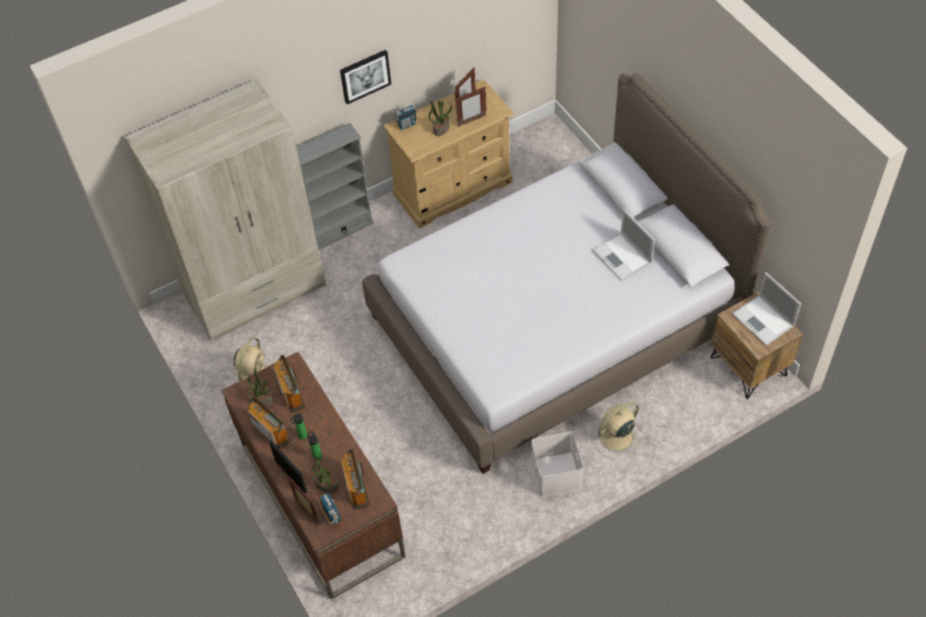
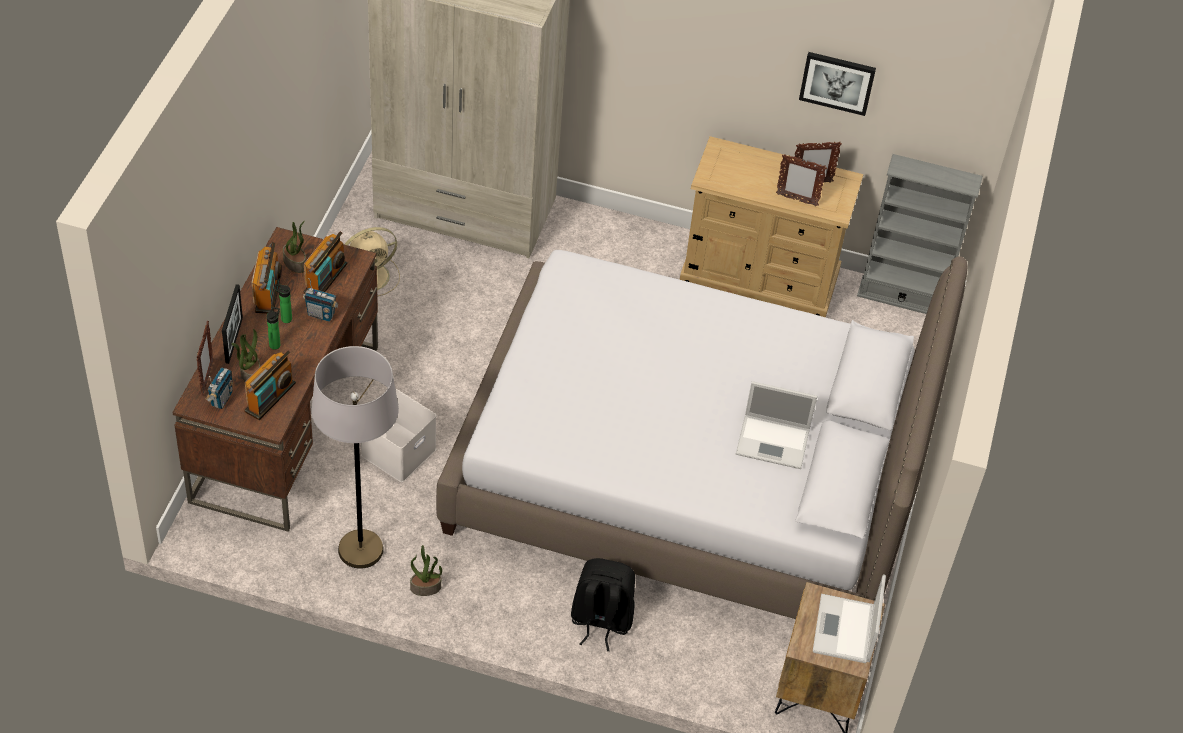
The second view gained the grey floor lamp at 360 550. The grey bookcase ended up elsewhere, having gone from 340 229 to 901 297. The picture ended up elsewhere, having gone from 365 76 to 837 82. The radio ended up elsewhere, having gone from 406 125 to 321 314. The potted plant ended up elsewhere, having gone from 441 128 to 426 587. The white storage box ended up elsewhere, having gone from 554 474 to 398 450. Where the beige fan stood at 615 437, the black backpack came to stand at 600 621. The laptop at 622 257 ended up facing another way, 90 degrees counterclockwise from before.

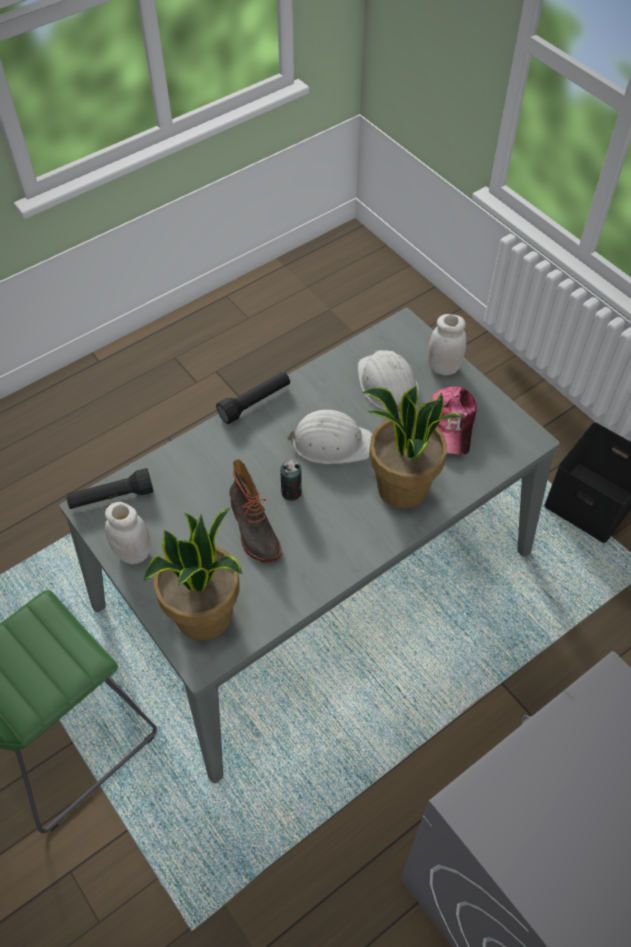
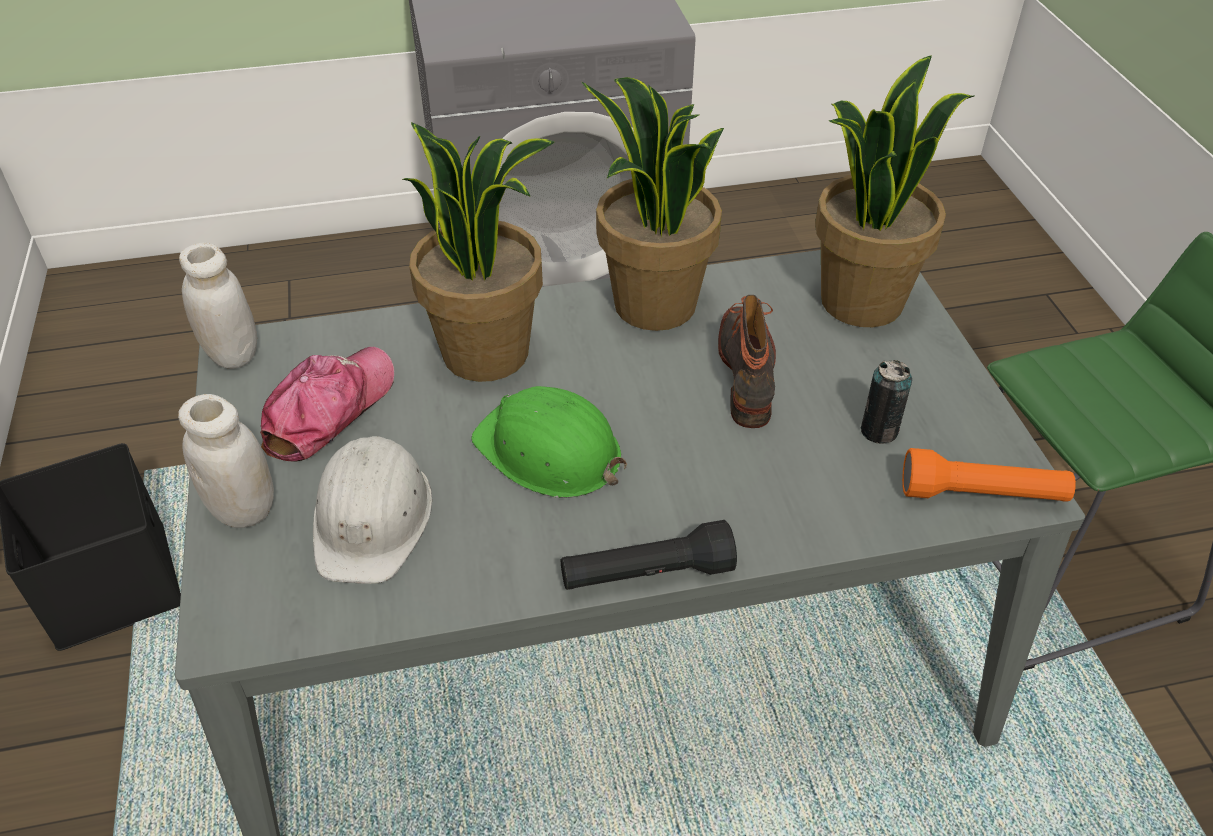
The second view gained the potted plant at 653 305. The white jar ended up elsewhere, having gone from 133 552 to 232 354. The can ended up elsewhere, having gone from 291 492 to 879 431. What was the black flashlight at 111 497 turned into the orange flashlight at 982 495. What was the white hard hat at 331 442 turned into the green hard hat at 549 452.

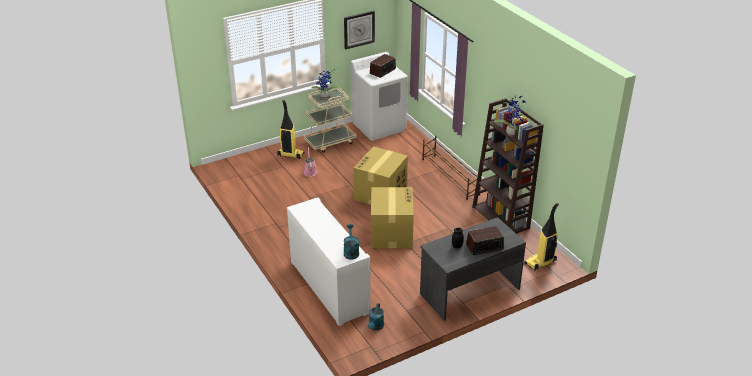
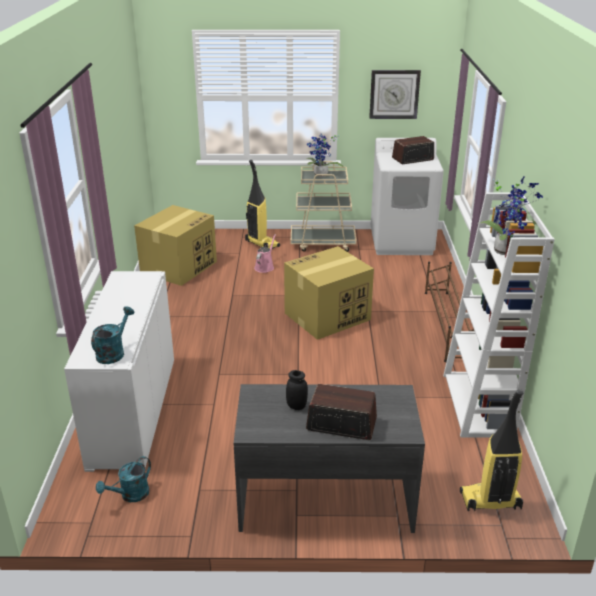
The cardboard box ended up elsewhere, having gone from 391 233 to 179 266. What was the brown bookcase at 501 218 turned into the white bookcase at 478 405.

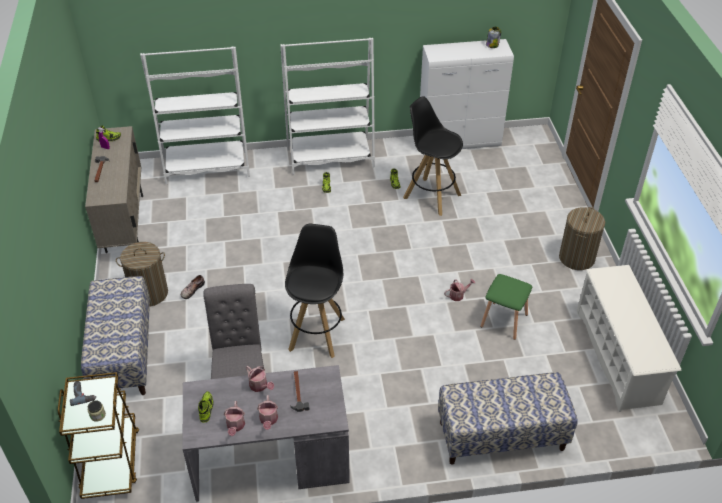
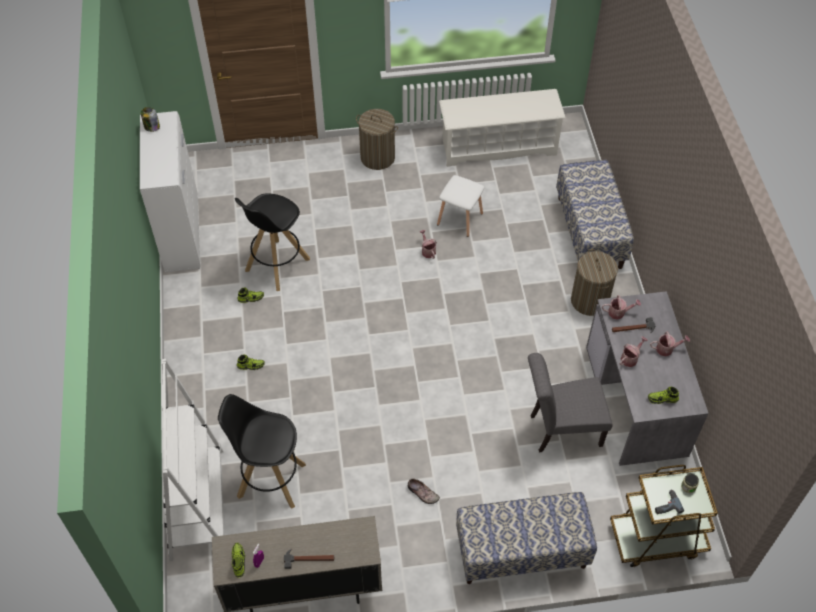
The second view lost the white bookcase at 330 158. The laundry basket ended up elsewhere, having gone from 149 293 to 589 300. The watering can ended up elsewhere, having gone from 235 426 to 619 312. The black stool ended up elsewhere, having gone from 317 333 to 270 480. What was the green stool at 504 321 turned into the white stool at 460 219.

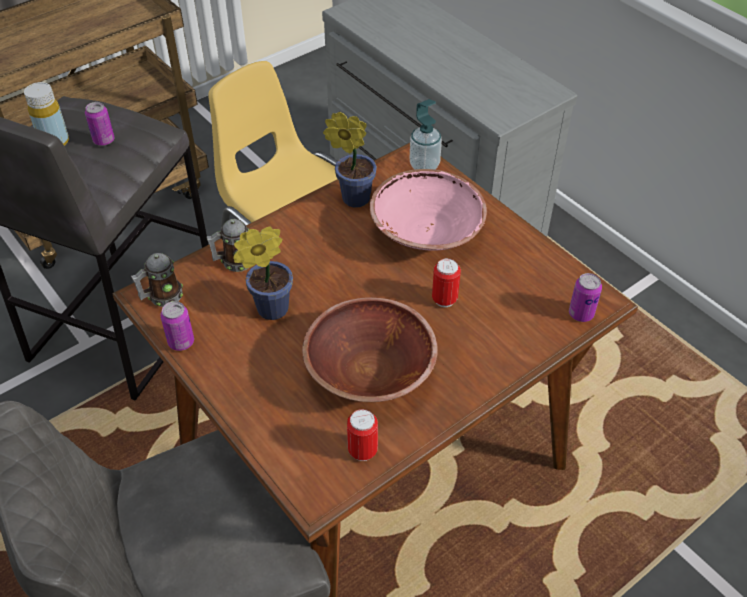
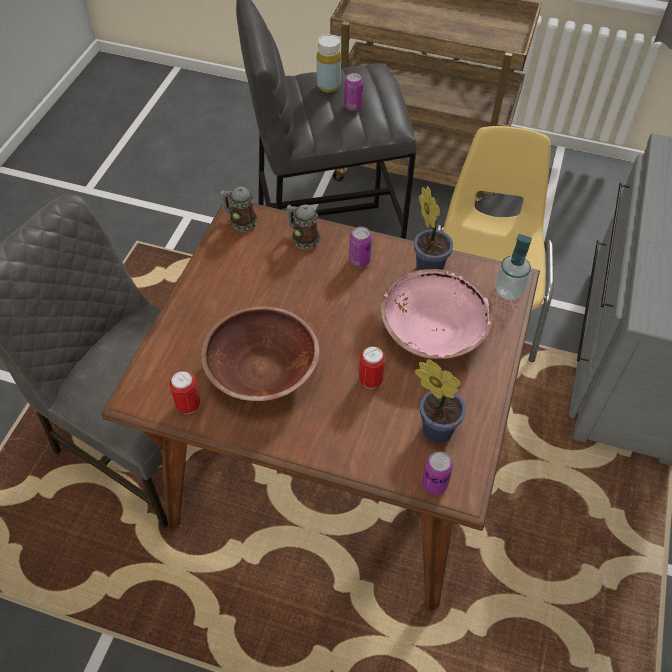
The can ended up elsewhere, having gone from 181 342 to 359 261. The potted plant ended up elsewhere, having gone from 268 310 to 433 428.

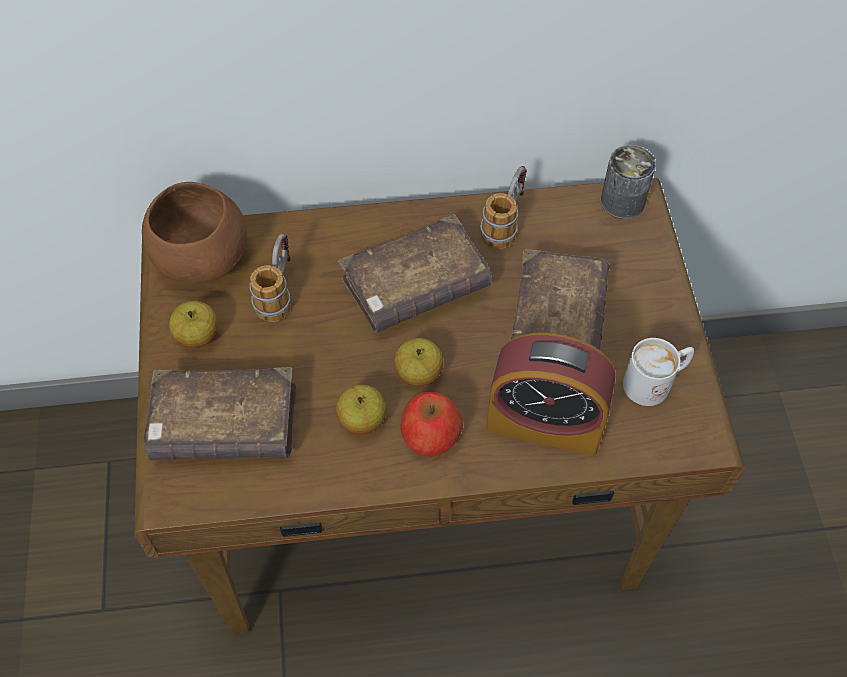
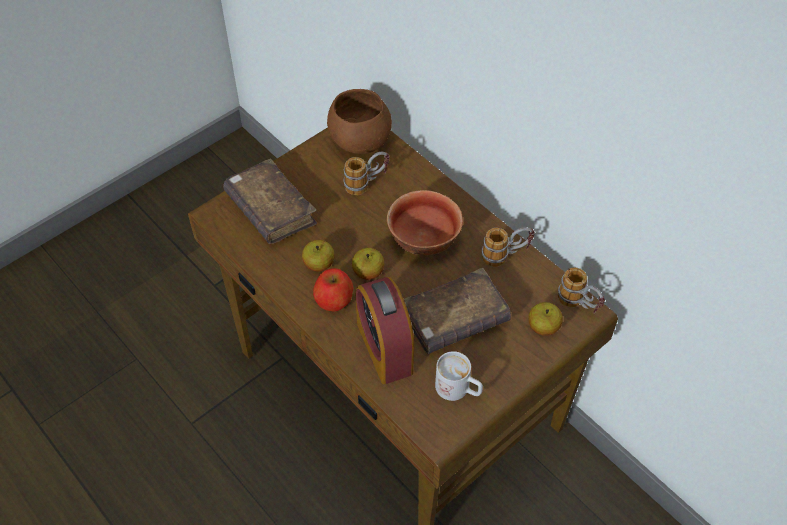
The apple ended up elsewhere, having gone from 197 336 to 543 327. Where the brown book stood at 415 286, the bowl came to stand at 424 239. Where the can stood at 622 201, the mug came to stand at 579 305.

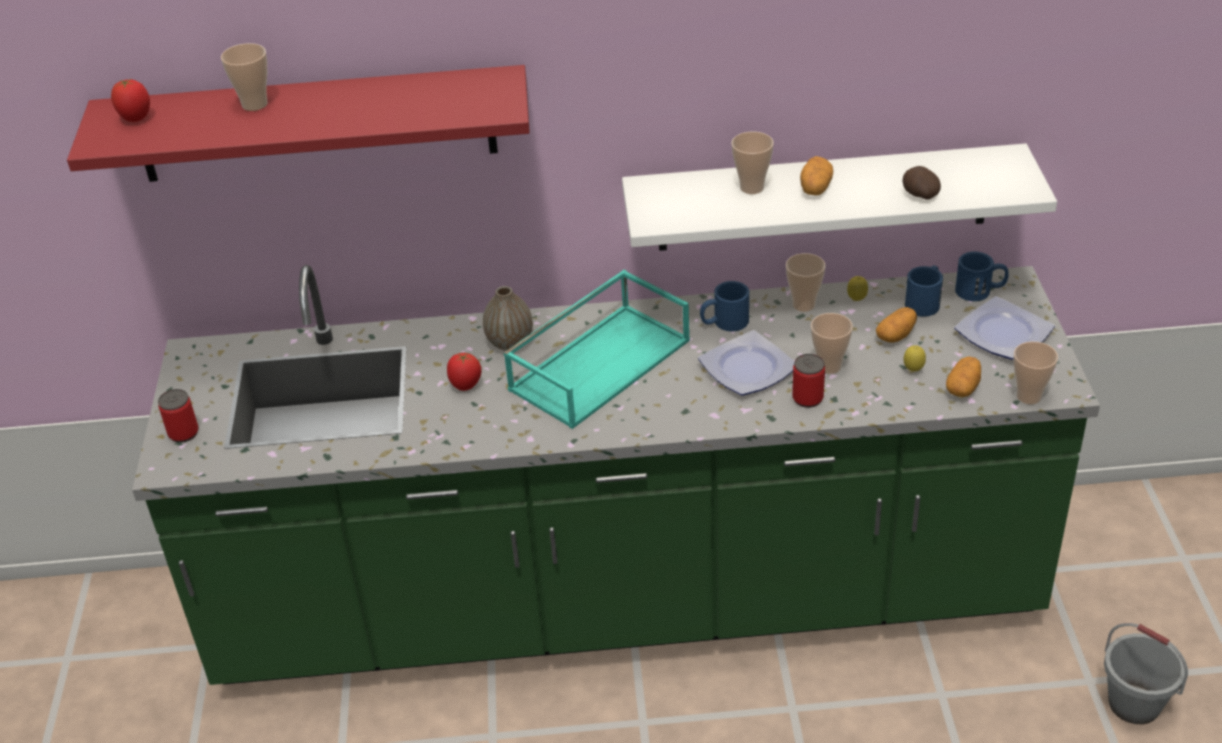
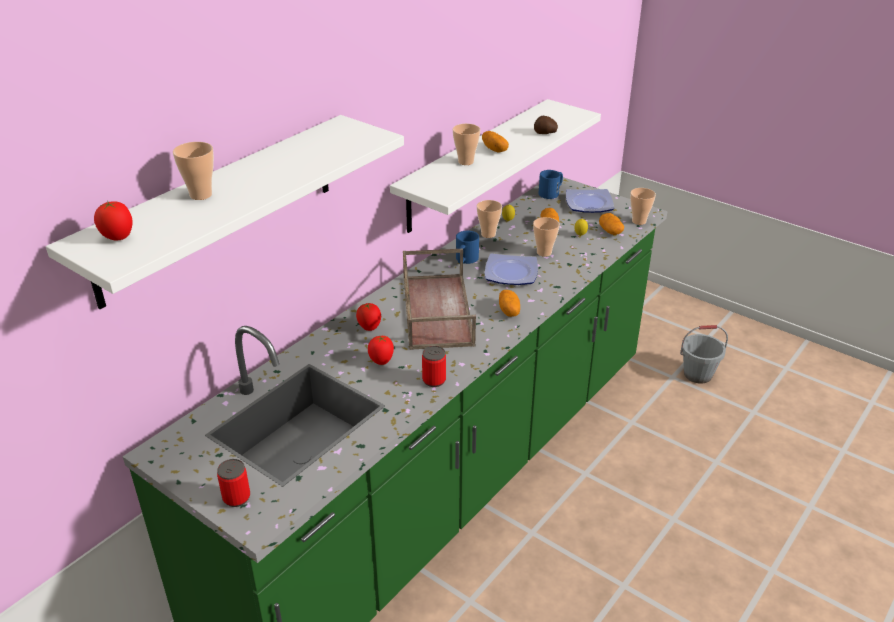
The second view lost the blue mug at 925 301. The second view gained the potato at 509 311. The can ended up elsewhere, having gone from 807 398 to 434 380. Where the vase stood at 510 343, the tomato came to stand at 369 328. What was the red shelf at 316 124 turned into the white shelf at 218 208. What was the turquoise tray at 600 363 turned into the brown tray at 435 310.

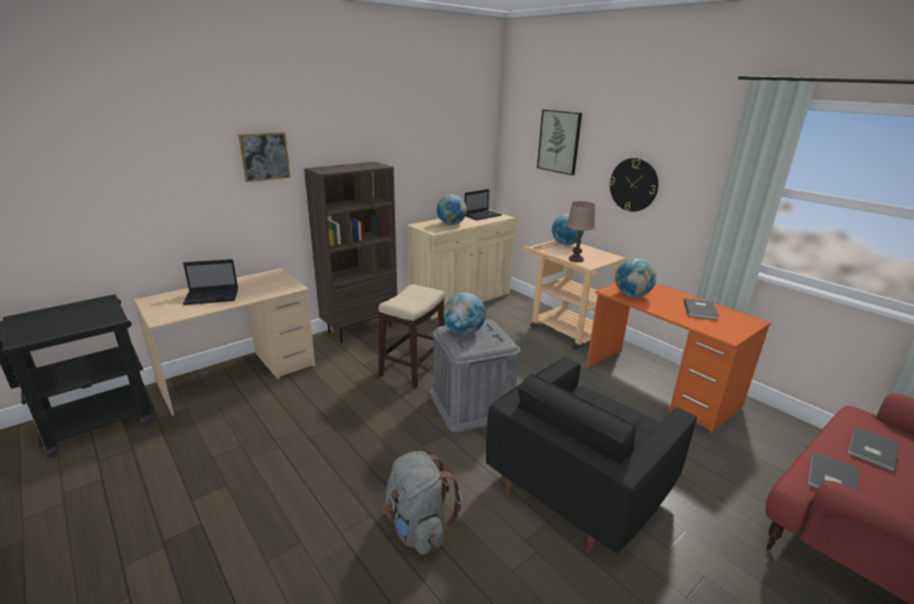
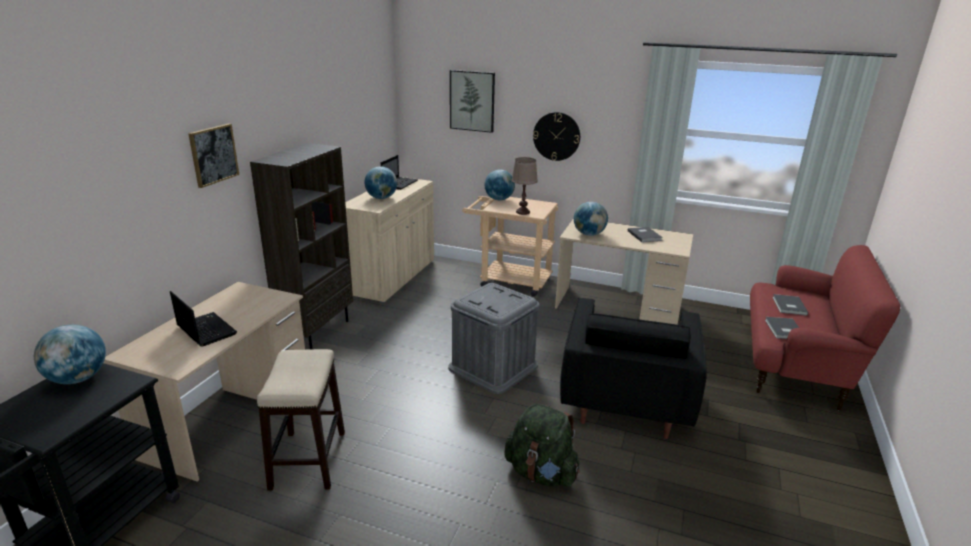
The stool ended up elsewhere, having gone from 413 367 to 308 460. The globe ended up elsewhere, having gone from 463 332 to 78 379. What was the grey backpack at 417 528 turned into the green backpack at 541 473. What was the orange desk at 659 386 turned into the beige desk at 618 308. The laptop at 213 297 ended up facing another way, 90 degrees counterclockwise from before.

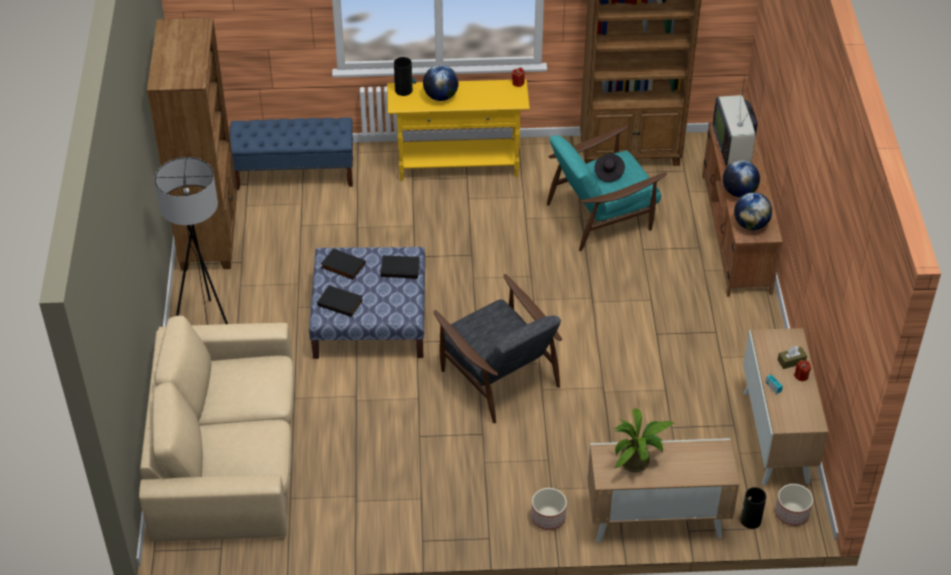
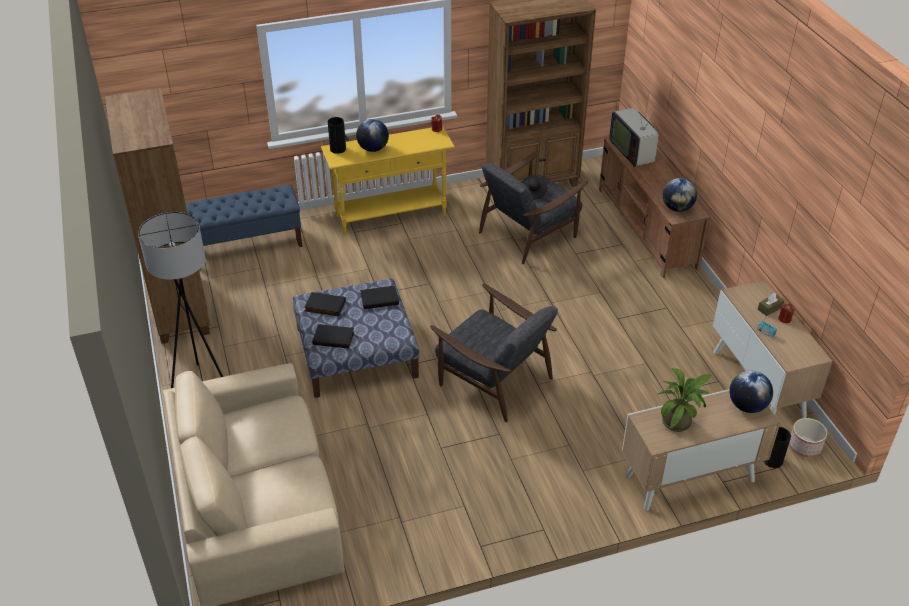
The second view lost the planter at 548 517. The globe ended up elsewhere, having gone from 739 192 to 747 406. What was the turquoise armchair at 601 214 turned into the grey armchair at 529 233.

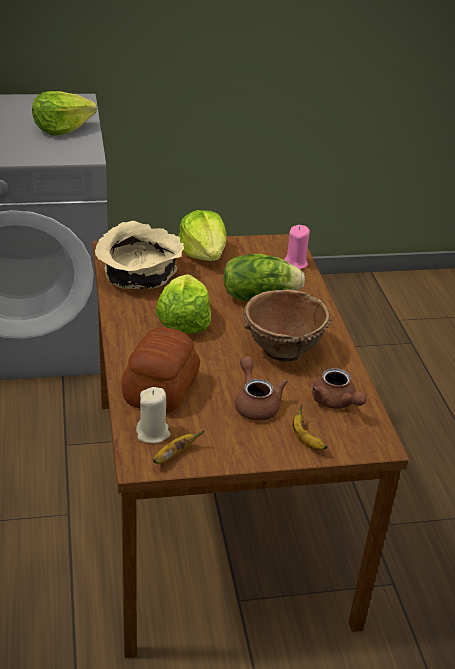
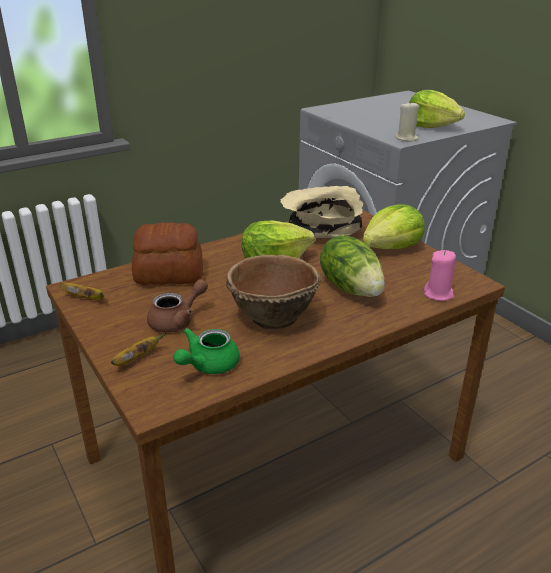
The beige candle ended up elsewhere, having gone from 153 433 to 406 138. What was the brown teapot at 336 402 turned into the green teapot at 208 365.

